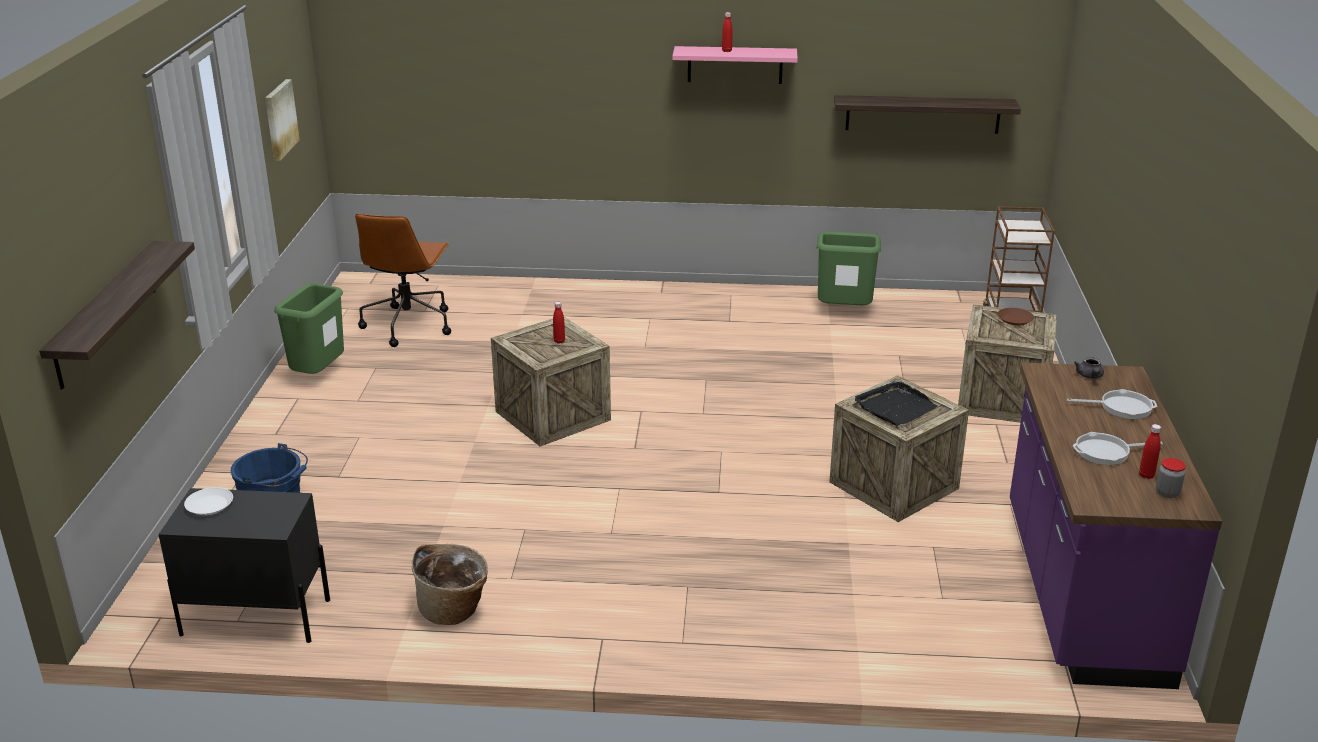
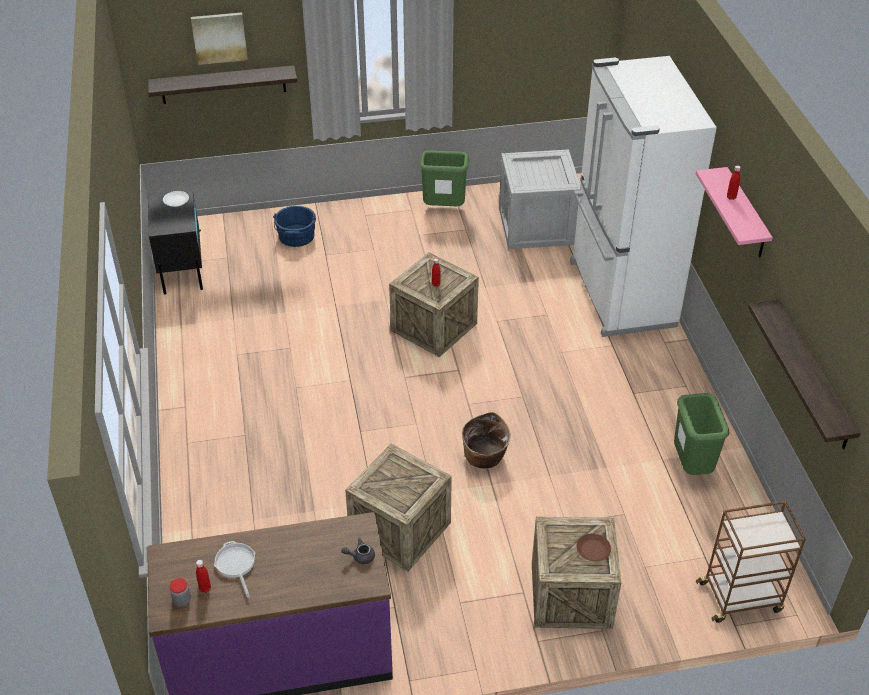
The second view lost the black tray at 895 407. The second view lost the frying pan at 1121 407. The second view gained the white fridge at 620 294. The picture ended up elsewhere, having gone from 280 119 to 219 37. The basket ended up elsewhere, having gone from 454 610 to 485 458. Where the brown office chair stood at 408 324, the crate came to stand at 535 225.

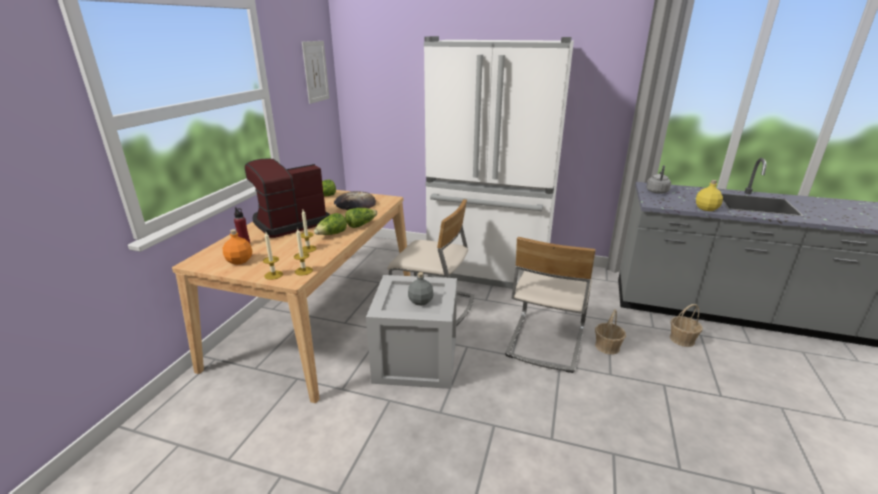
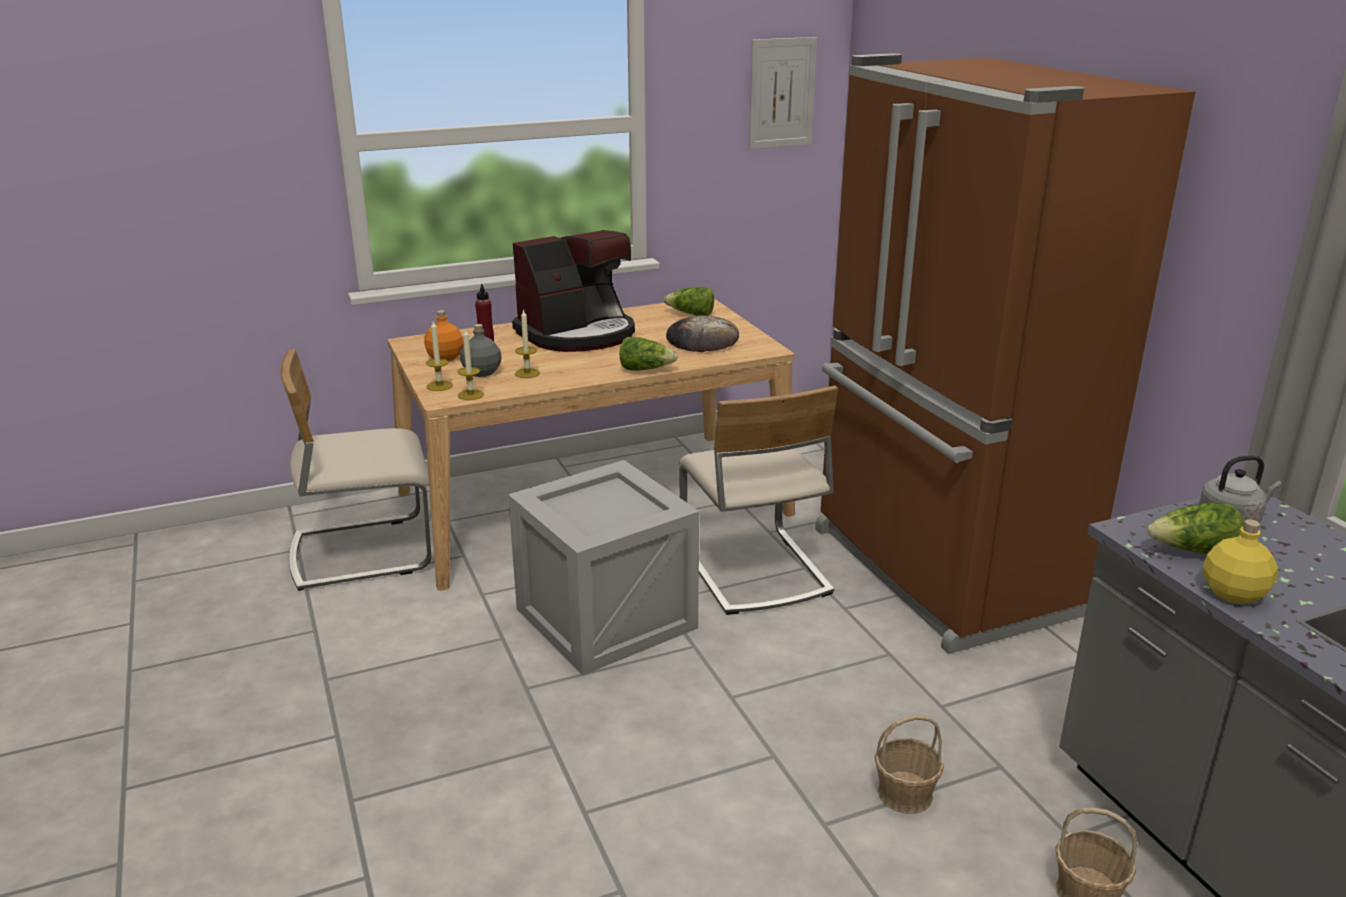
The lettuce ended up elsewhere, having gone from 332 234 to 1193 551. The grey bottle ended up elsewhere, having gone from 421 301 to 481 373. The beige chair ended up elsewhere, having gone from 545 341 to 362 552. What was the white fridge at 489 271 turned into the brown fridge at 939 572. The coffee machine at 289 223 ended up facing another way, 135 degrees clockwise from before.

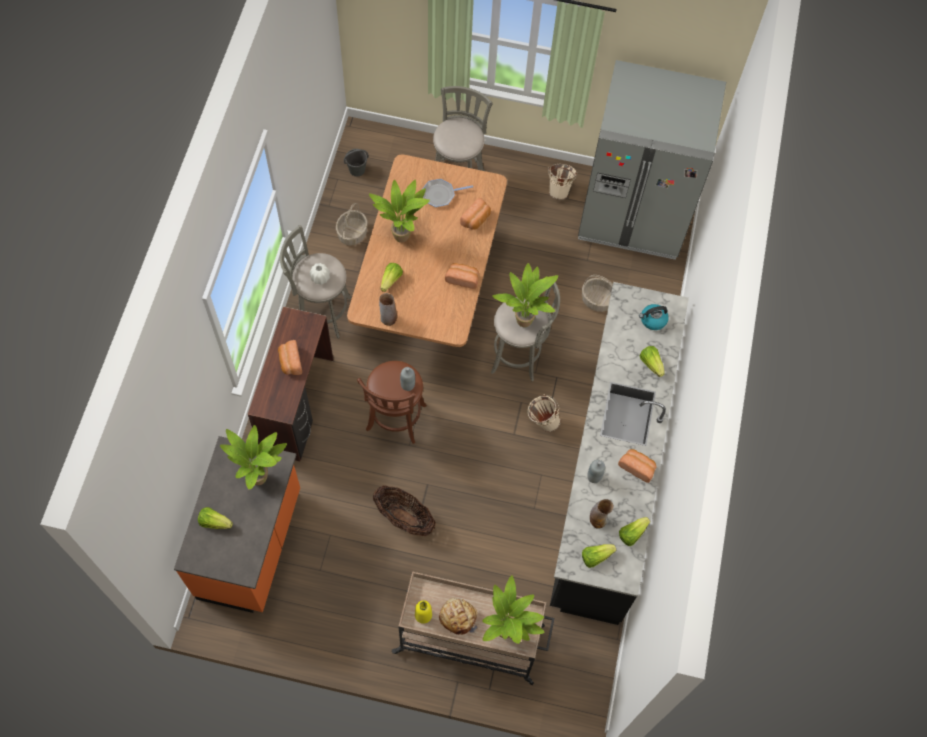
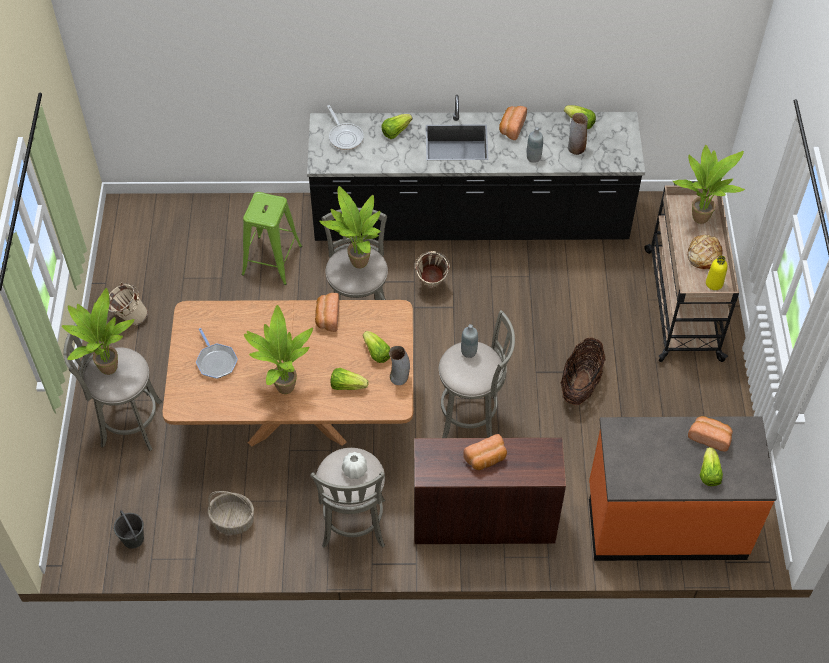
The second view lost the grey fridge at 633 216. The potted plant ended up elsewhere, having gone from 261 477 to 106 367. The bread ended up elsewhere, having gone from 476 219 to 709 437. The lettuce ended up elsewhere, having gone from 596 556 to 376 353. Where the basket stood at 597 300, the green stool came to stand at 271 261. Where the kettle stood at 653 320, the frying pan came to stand at 345 136. What was the brown stool at 395 420 turned into the grey stool at 472 417.

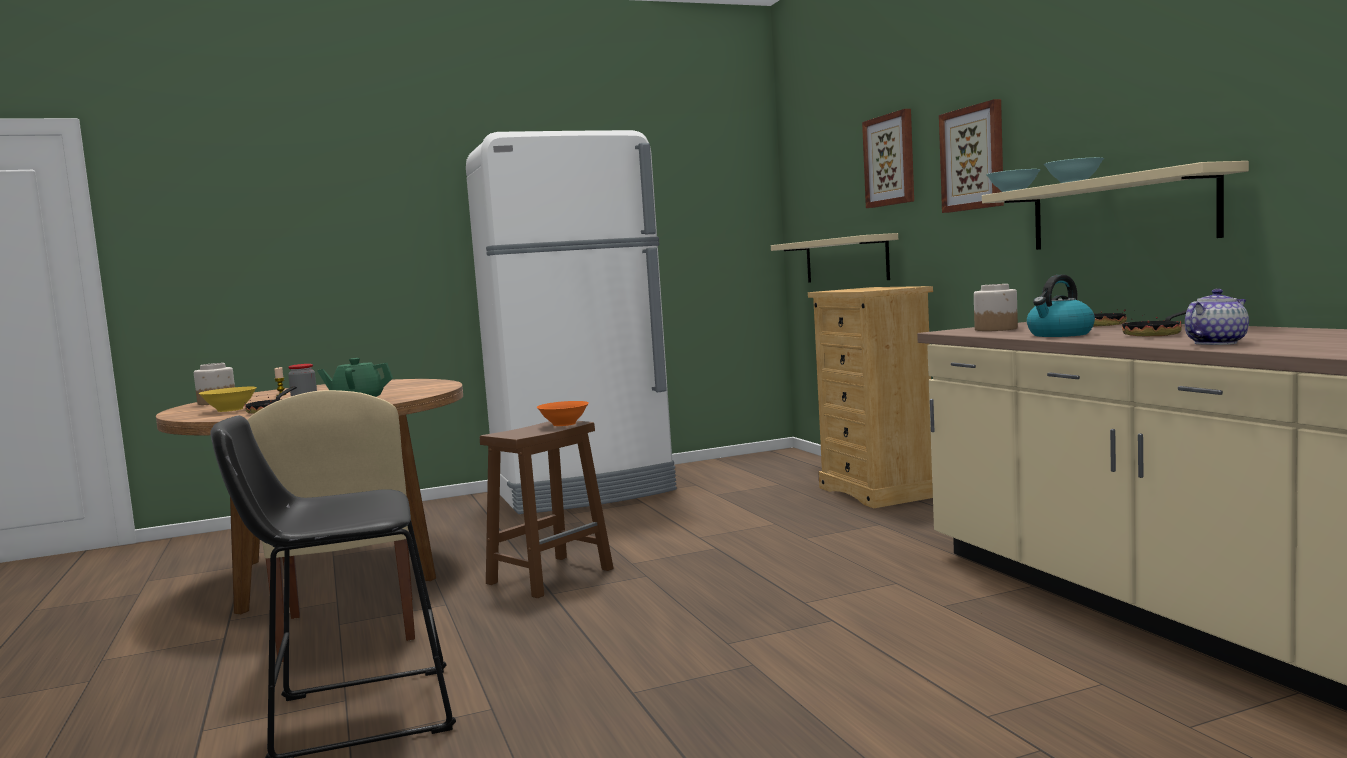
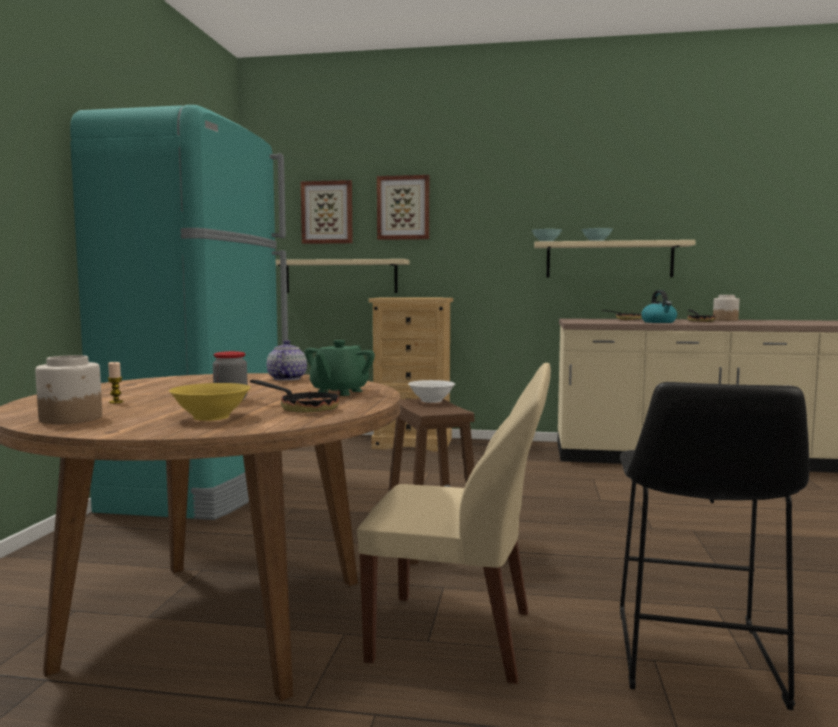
The picture ended up elsewhere, having gone from 973 158 to 327 212. The jar ended up elsewhere, having gone from 996 329 to 725 320. The teapot ended up elsewhere, having gone from 1215 343 to 286 378. What was the white fridge at 585 491 turned into the turquoise fridge at 199 491. What was the orange bowl at 564 424 turned into the white bowl at 431 401.

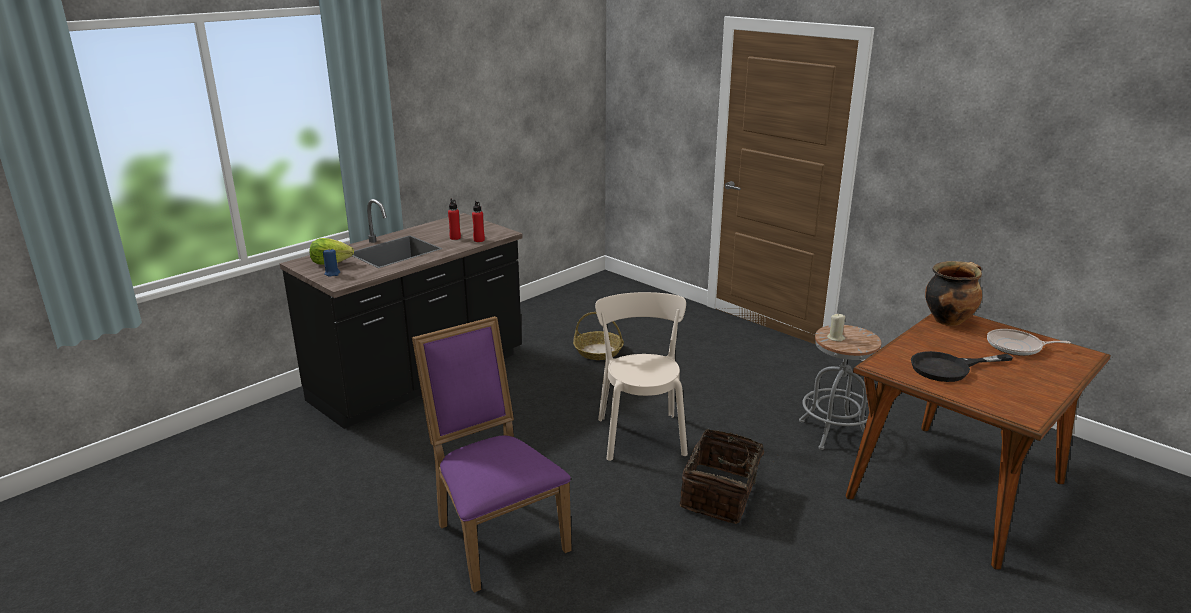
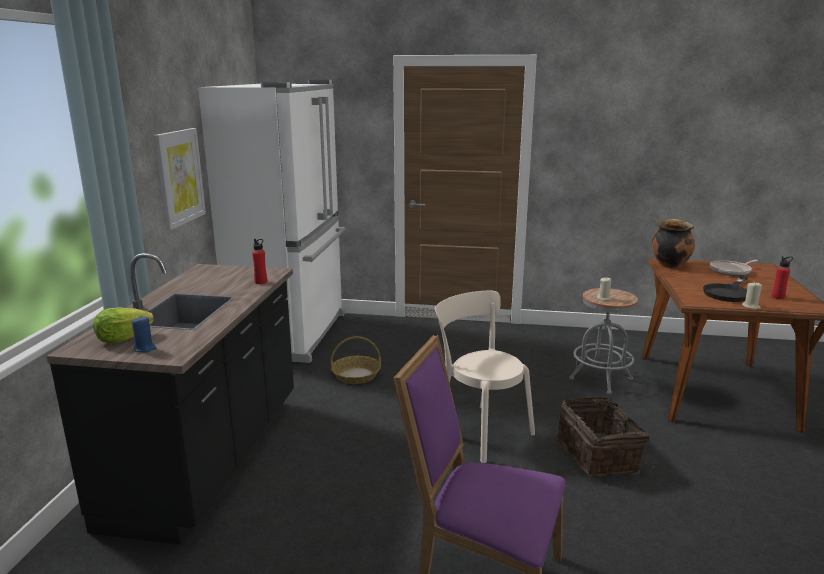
The second view gained the picture at 179 177. The second view gained the white fridge at 293 334. The second view gained the beige candle at 751 306. The red bottle ended up elsewhere, having gone from 455 238 to 778 297.

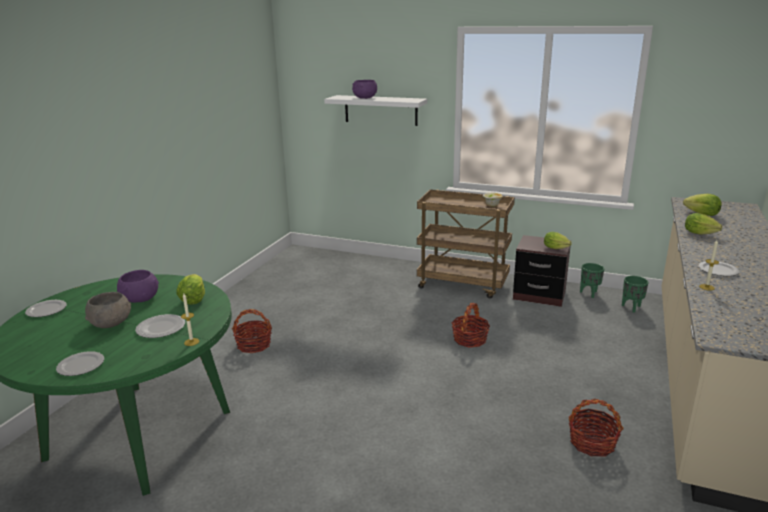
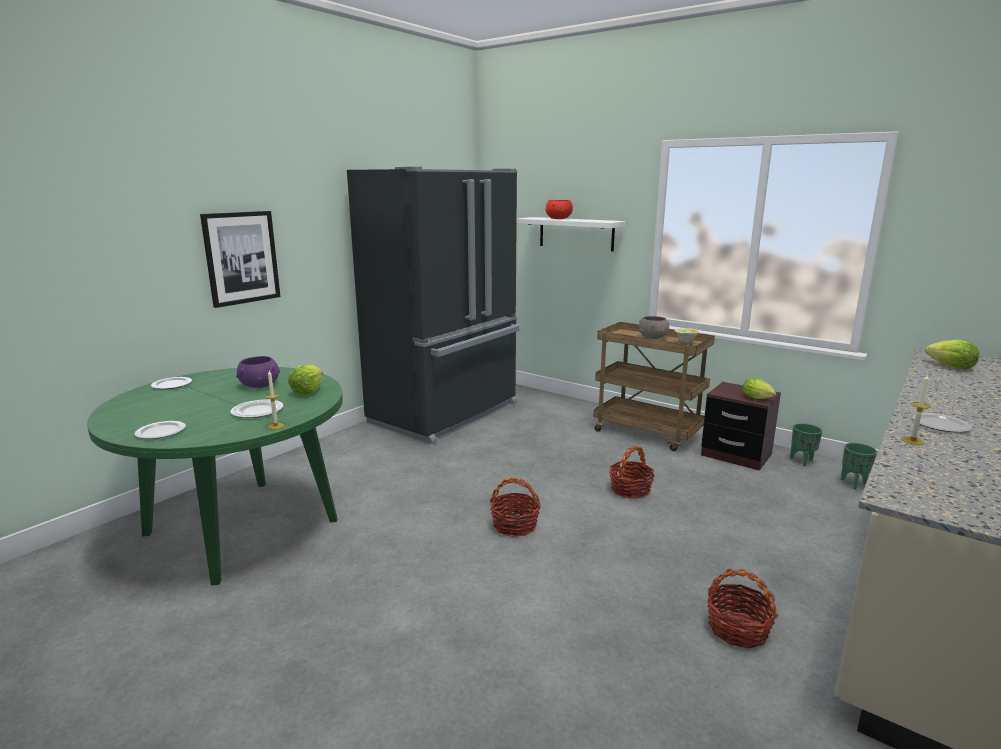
The second view lost the lettuce at 701 234. The second view gained the picture at 241 258. The second view gained the black fridge at 447 413. The grey bowl ended up elsewhere, having gone from 112 323 to 653 337. The basket ended up elsewhere, having gone from 254 345 to 515 525. What was the purple bowl at 364 98 turned into the red bowl at 558 219.

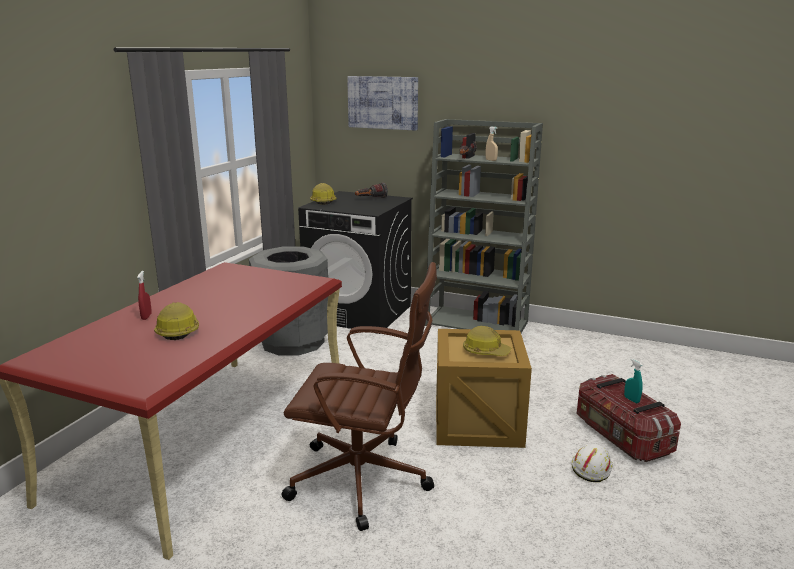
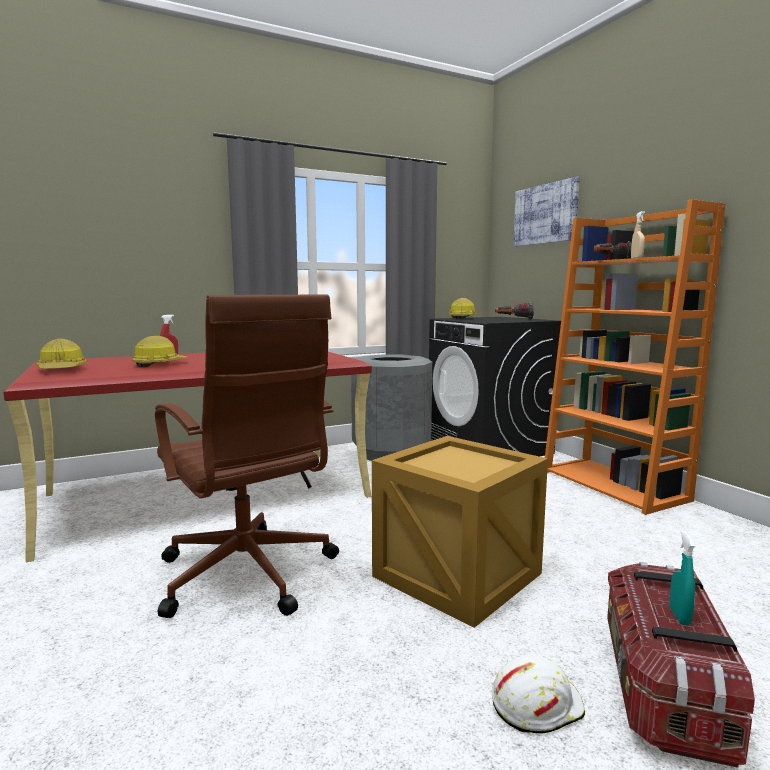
The hard hat ended up elsewhere, having gone from 485 351 to 62 370. What was the grey bookcase at 477 323 turned into the orange bookcase at 614 485.

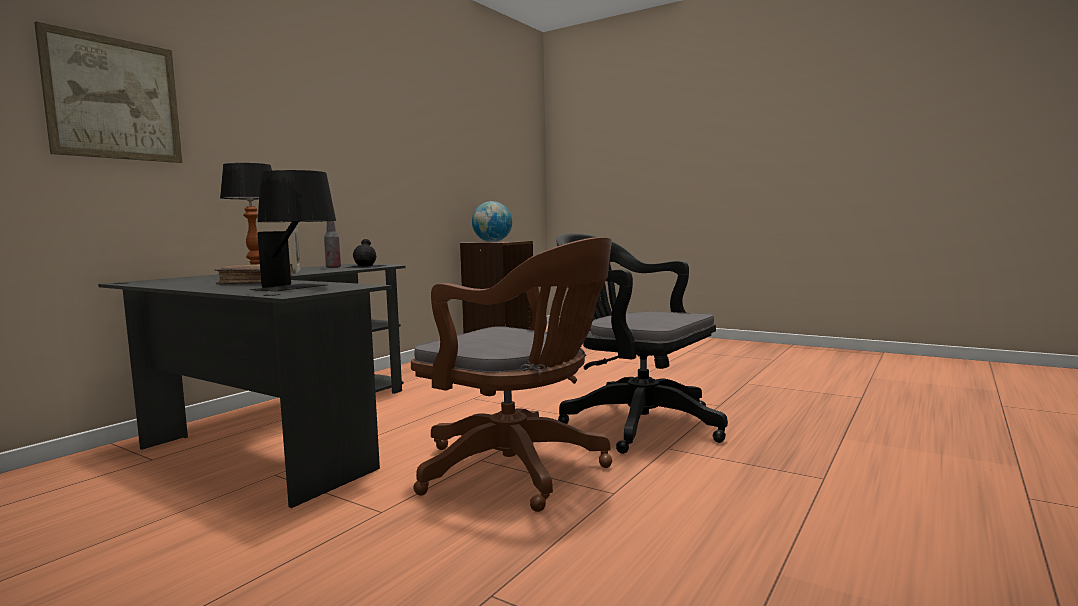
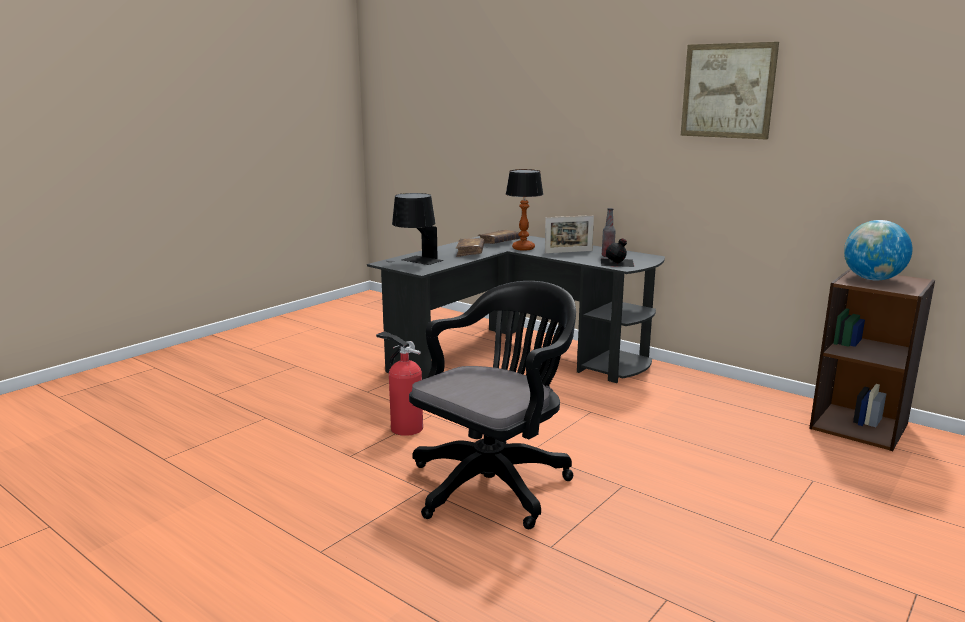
The second view gained the brown book at 499 242. The picture ended up elsewhere, having gone from 114 99 to 727 91. Where the brown office chair stood at 519 471, the fire extinguisher came to stand at 404 427.

